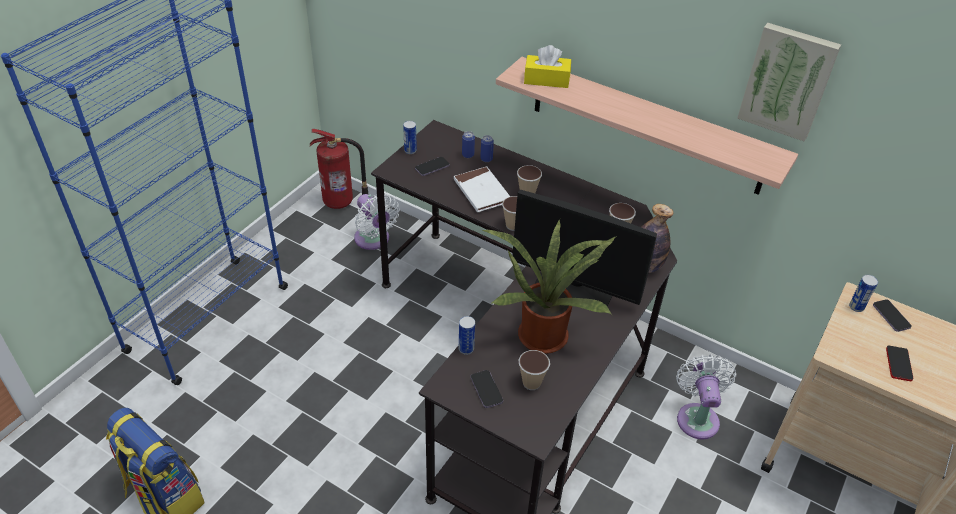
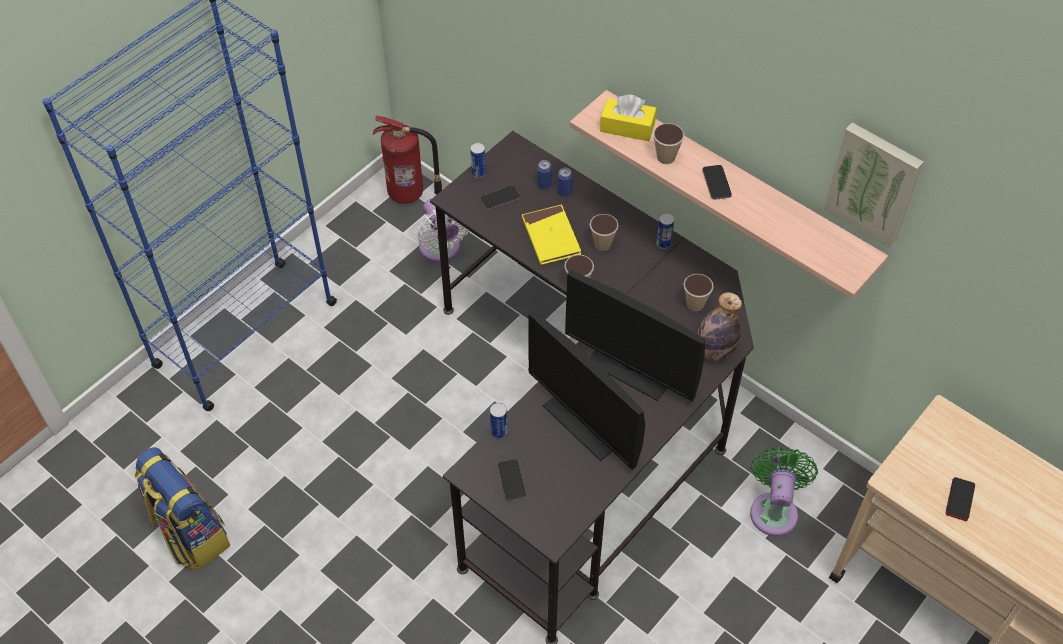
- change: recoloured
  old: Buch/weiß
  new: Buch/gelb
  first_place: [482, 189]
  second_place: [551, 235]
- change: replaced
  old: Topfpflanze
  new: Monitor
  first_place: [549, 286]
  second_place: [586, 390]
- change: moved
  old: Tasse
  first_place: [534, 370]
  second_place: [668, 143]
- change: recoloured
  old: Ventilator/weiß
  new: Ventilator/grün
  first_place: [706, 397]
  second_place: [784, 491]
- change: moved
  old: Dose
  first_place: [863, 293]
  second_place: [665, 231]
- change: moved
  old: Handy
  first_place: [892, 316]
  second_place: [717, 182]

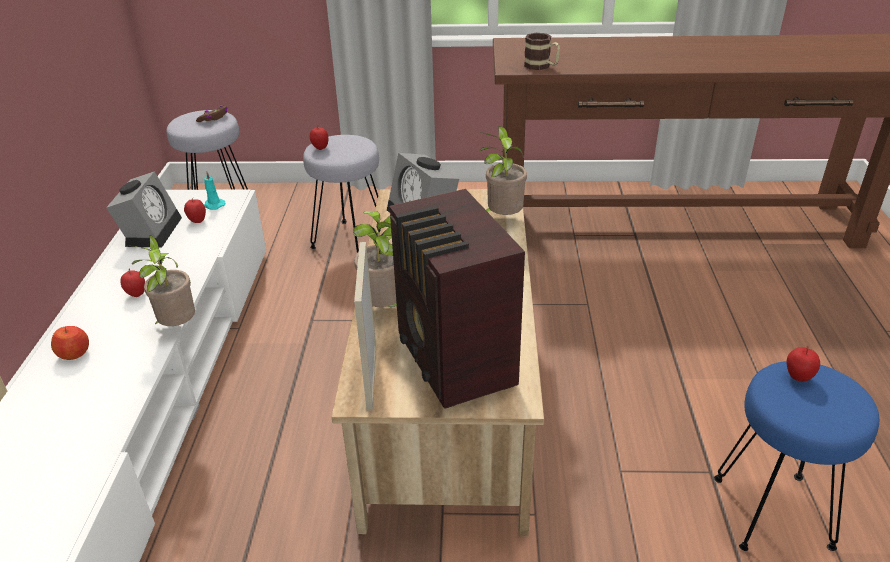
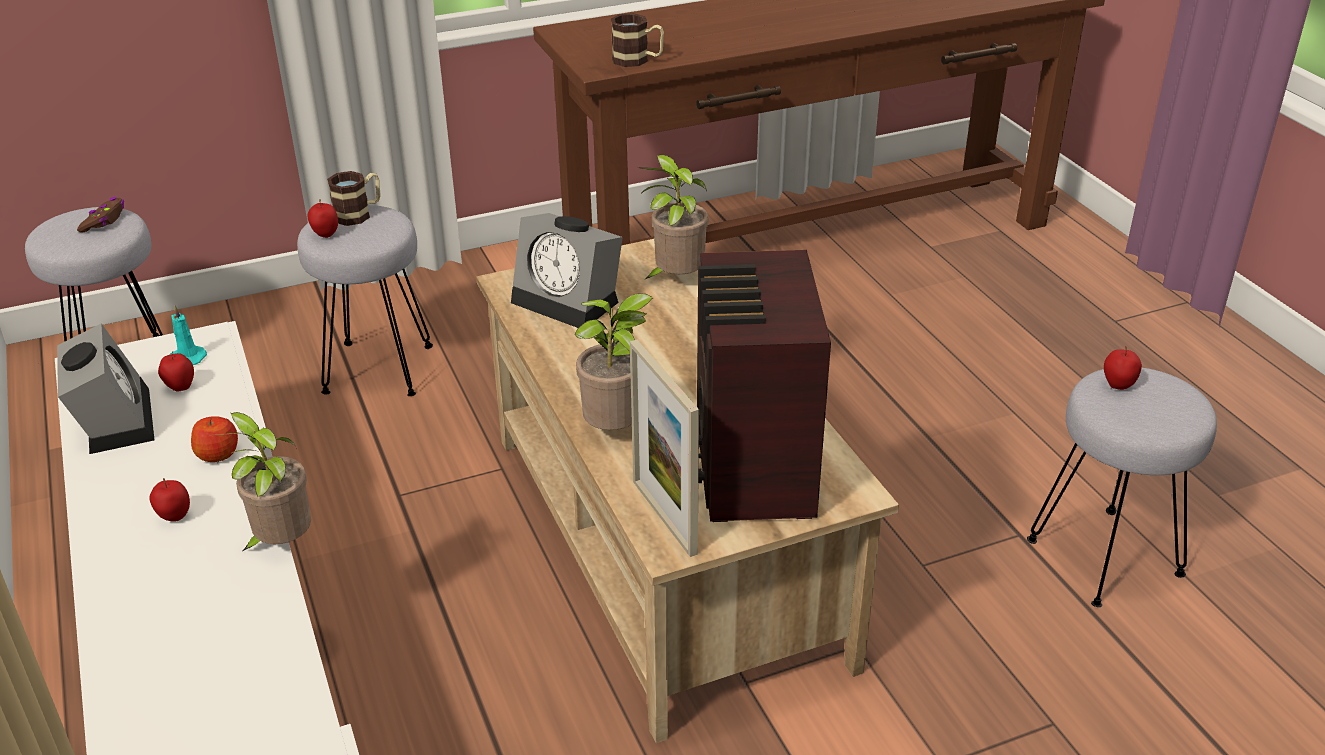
- change: moved
  old: Apfel
  first_place: [70, 343]
  second_place: [214, 439]
- change: turned
  old: Radio
  first_place: [457, 299]
  second_place: [764, 386]
  degrees: 45
- change: recoloured
  old: Hocker/blau
  new: Hocker/grau
  first_place: [796, 456]
  second_place: [1122, 487]
- change: added
  new: Henkelbecher
  second_place: [354, 198]

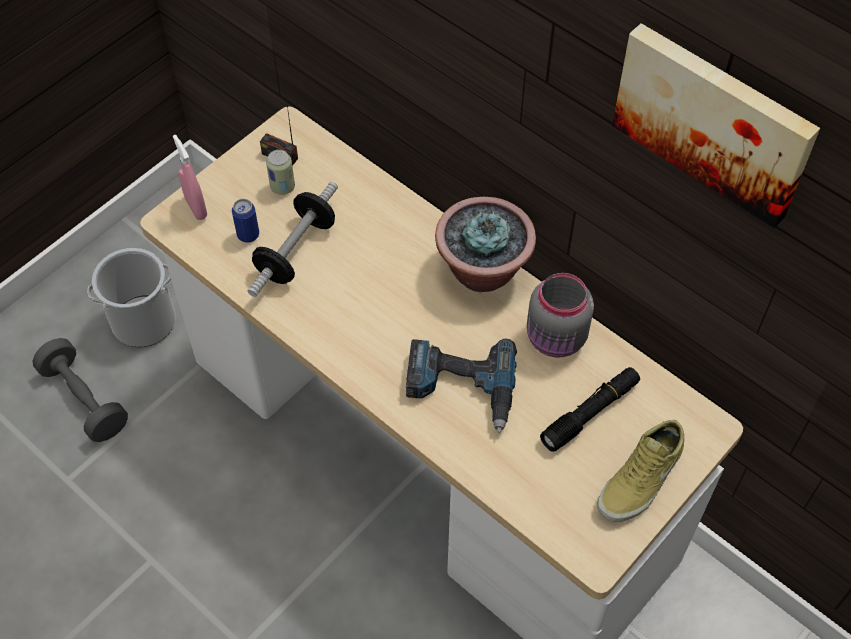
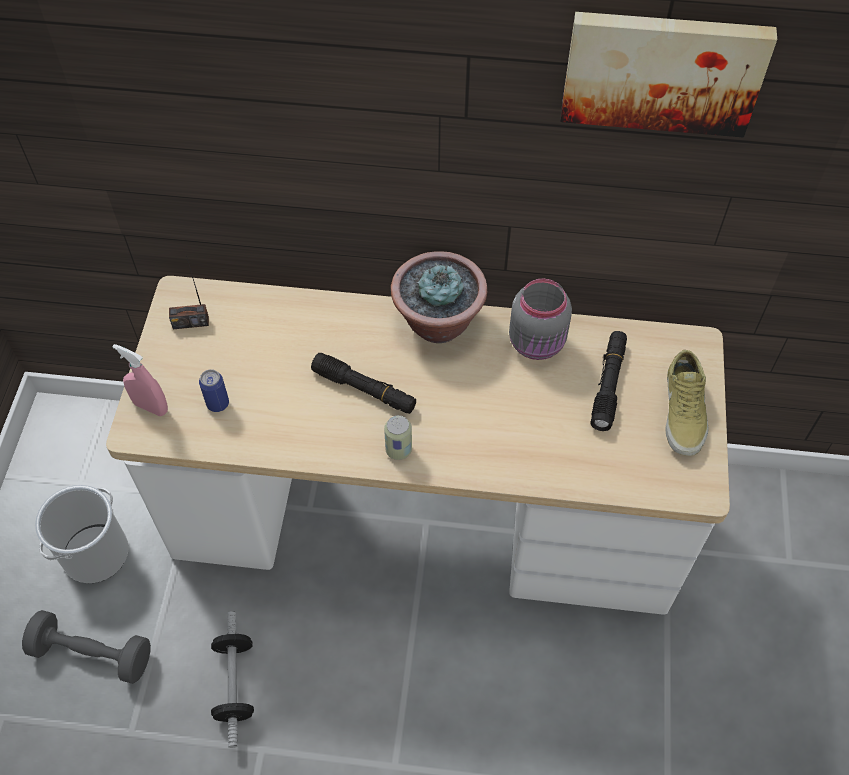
- change: moved
  old: Hantel
  first_place: [292, 239]
  second_place: [232, 679]
- change: moved
  old: Dose
  first_place: [280, 172]
  second_place: [398, 437]
- change: removed
  old: Bohrmaschine
  first_place: [461, 386]
- change: added
  new: Taschenlampe/schwarz
  second_place: [363, 383]

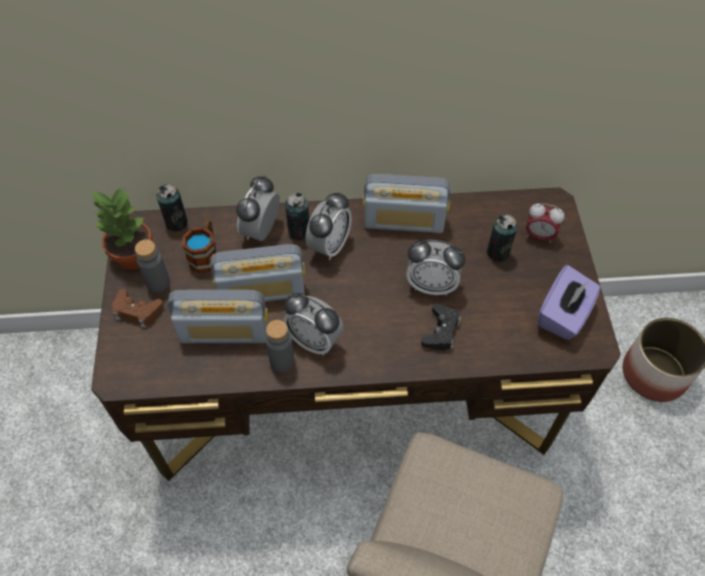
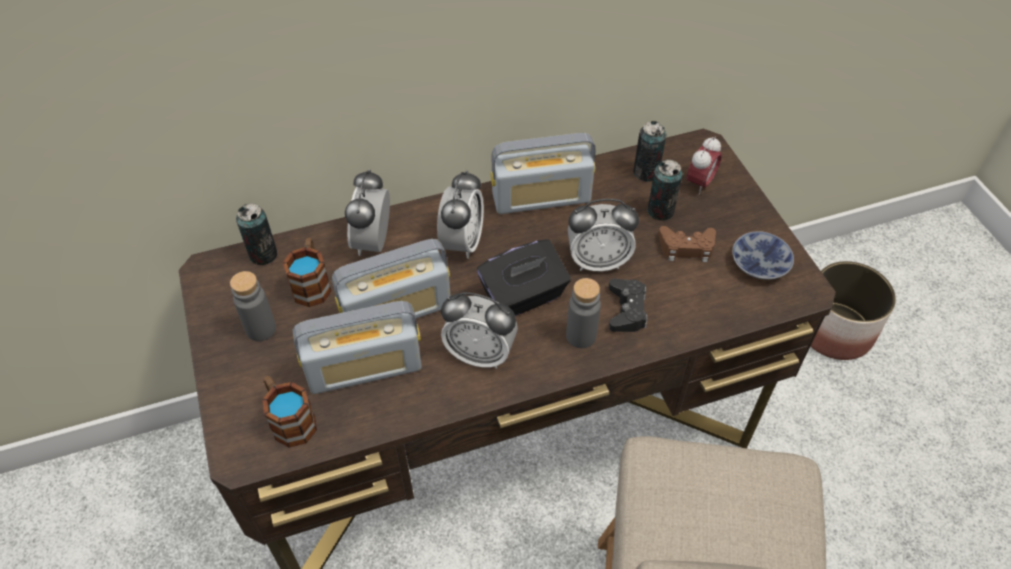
- change: removed
  old: Topfpflanze
  first_place: [121, 228]
- change: moved
  old: Gamepad/braun
  first_place: [138, 308]
  second_place: [687, 244]
- change: moved
  old: Flasche/grau
  first_place: [280, 346]
  second_place: [583, 313]
- change: moved
  old: Dose
  first_place: [297, 217]
  second_place: [649, 151]
- change: turned
  old: Wecker
  first_place: [545, 223]
  second_place: [704, 165]
  degrees: -60
- change: replaced
  old: Taschentuchbox/lila
  new: Schüssel
  first_place: [569, 302]
  second_place: [763, 255]
- change: added
  new: Henkelbecher
  second_place: [289, 411]
- change: added
  new: Taschentuchbox/schwarz
  second_place: [524, 277]

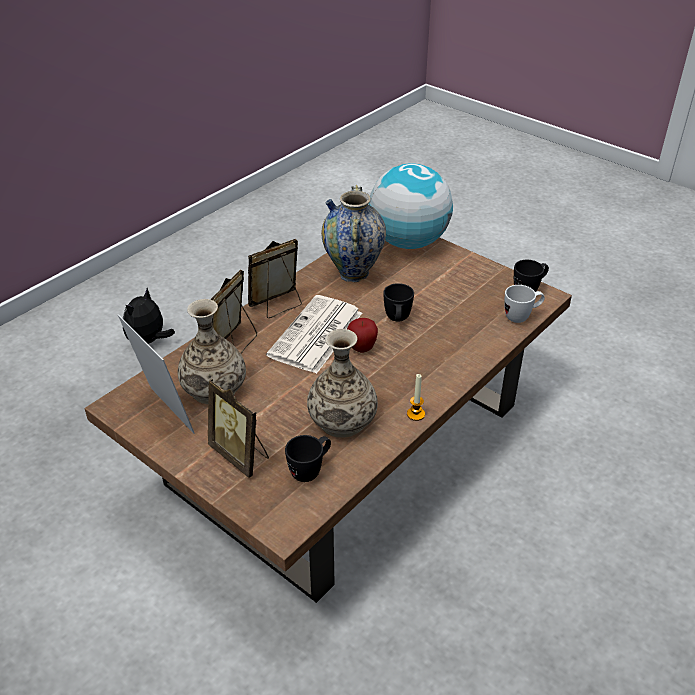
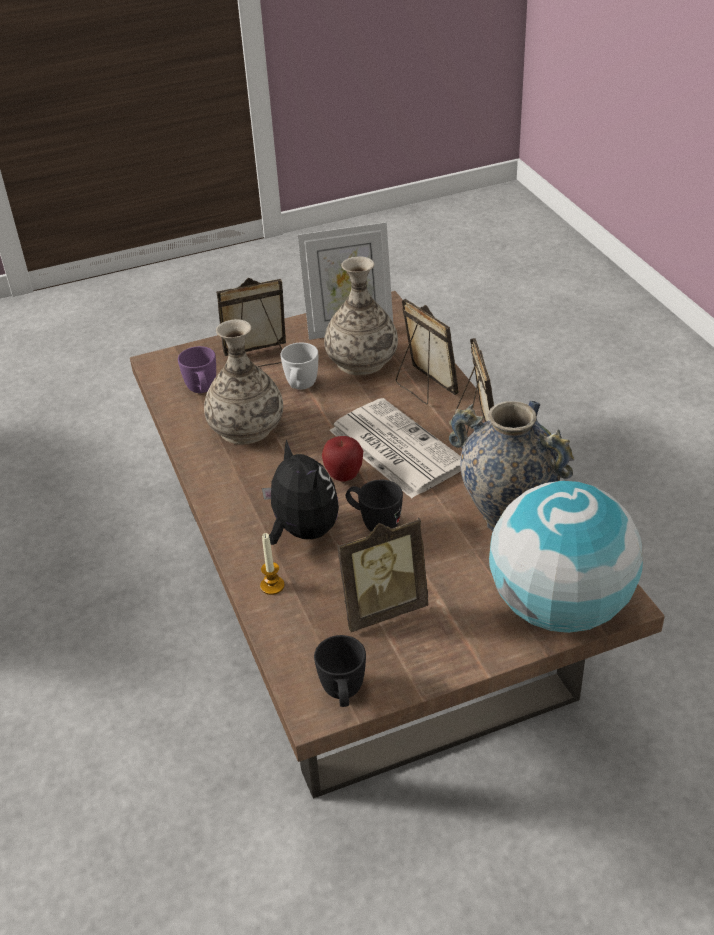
- change: moved
  old: Plüschtier
  first_place: [149, 316]
  second_place: [300, 492]
- change: recoloured
  old: Henkelbecher/schwarz
  new: Henkelbecher/lila
  first_place: [308, 458]
  second_place: [197, 369]
- change: moved
  old: Kerze
  first_place: [416, 397]
  second_place: [272, 564]
- change: moved
  old: Henkelbecher/weiß
  first_place: [524, 304]
  second_place: [299, 366]
- change: added
  new: Bilderrahmen
  second_place: [383, 575]

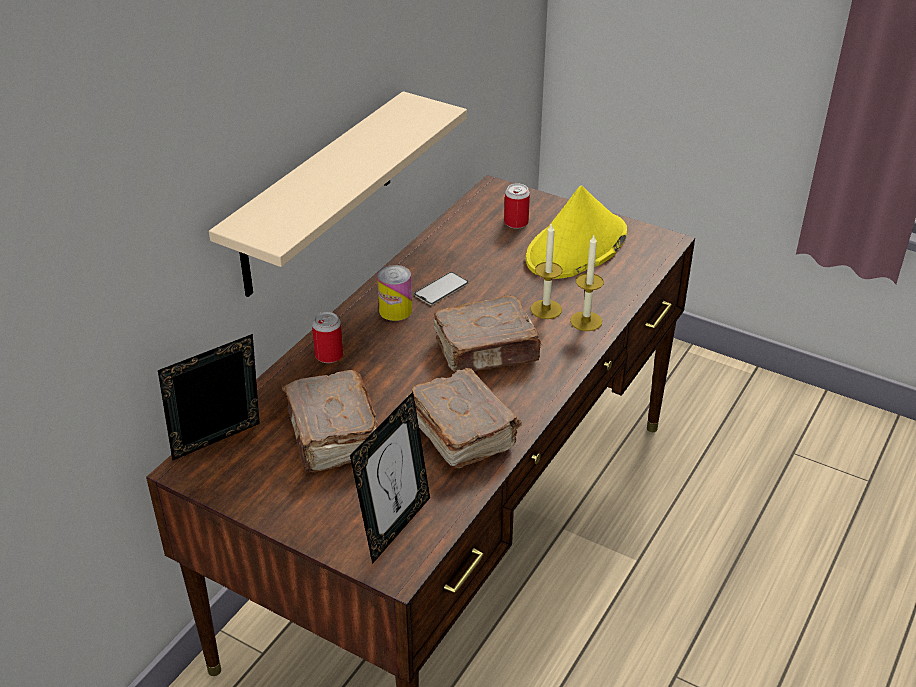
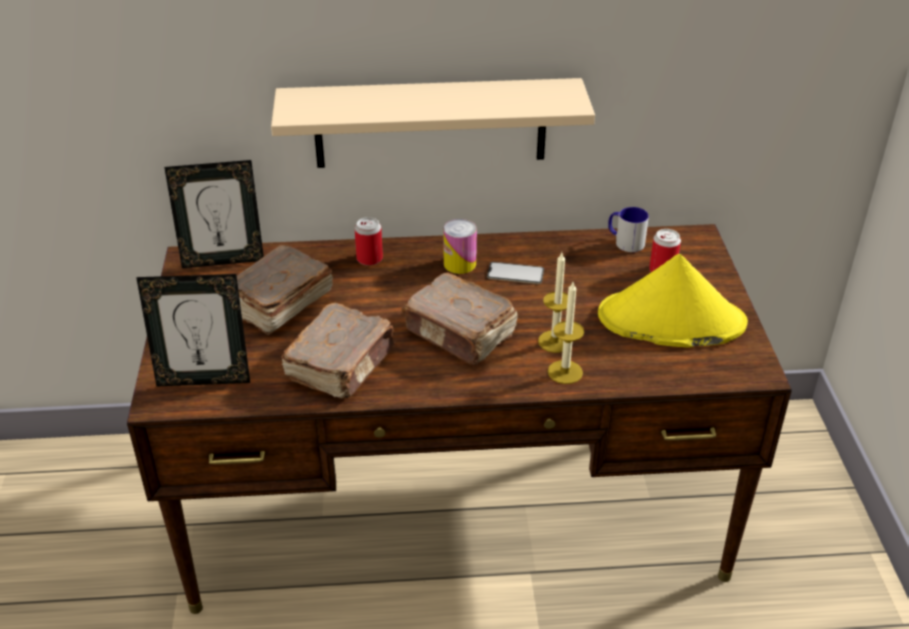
- change: turned
  old: Bilderrahmen
  first_place: [209, 397]
  second_place: [214, 214]
  degrees: 150
- change: added
  new: Henkelbecher
  second_place: [628, 229]

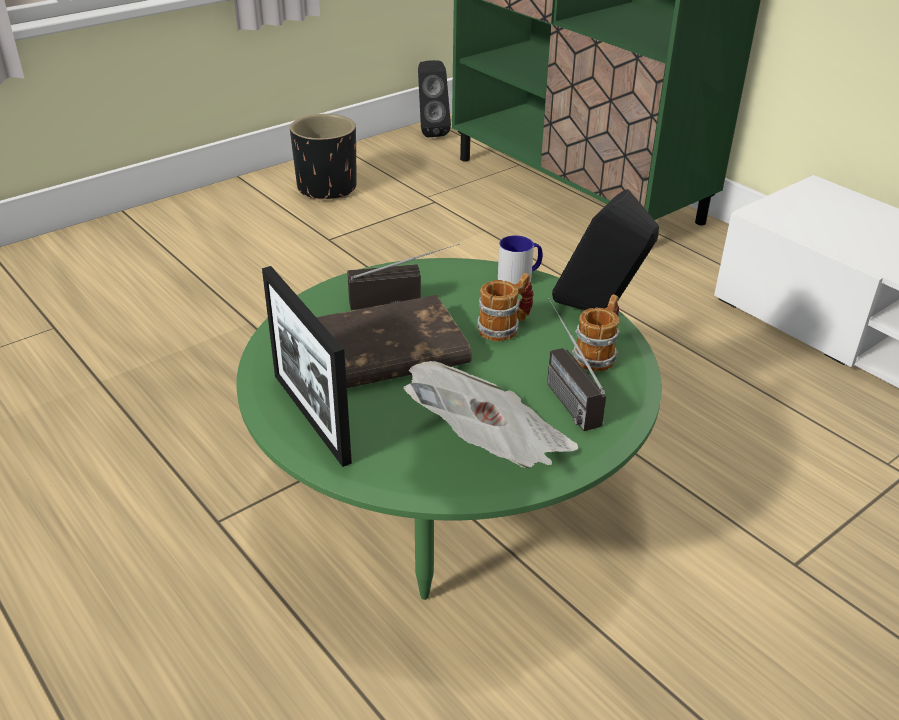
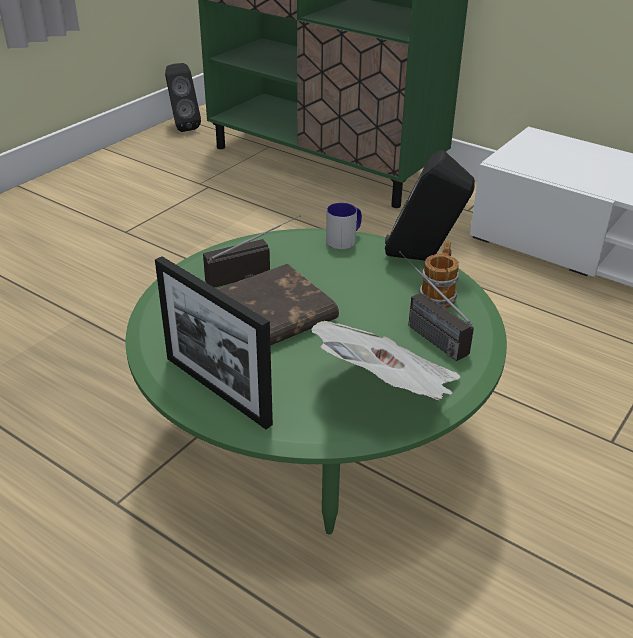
- change: removed
  old: Pflanzkübel/schwarz
  first_place: [323, 156]
- change: removed
  old: Henkelbecher
  first_place: [505, 307]

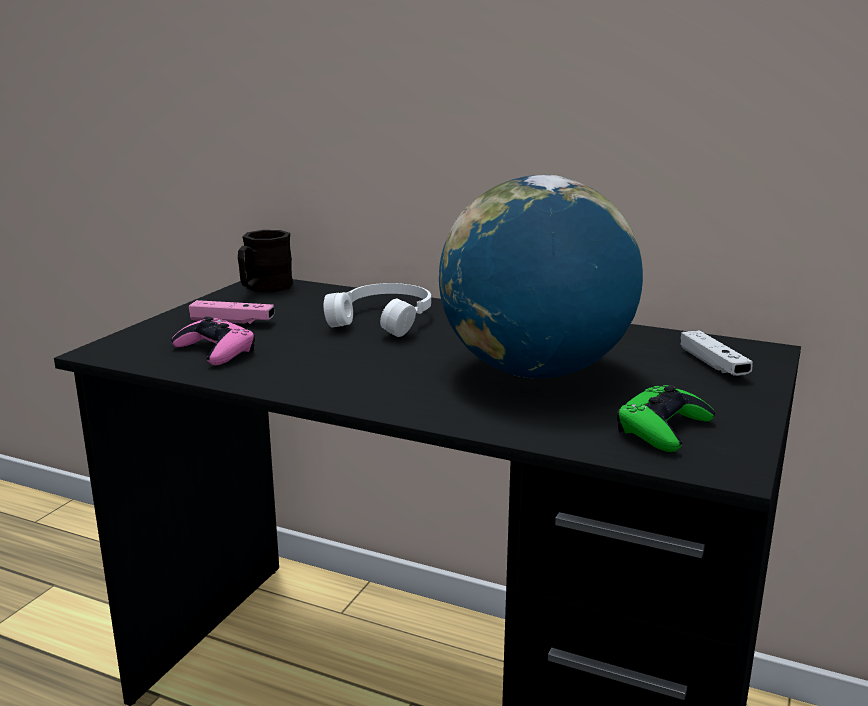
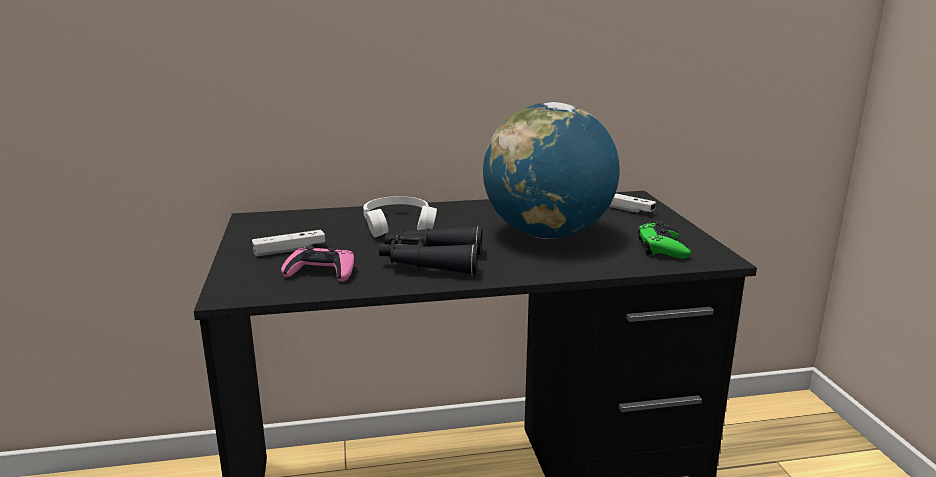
- change: recoloured
  old: Gamepad/rosa
  new: Gamepad/weiß
  first_place: [231, 312]
  second_place: [289, 243]
- change: removed
  old: Henkelbecher/schwarz
  first_place: [265, 261]
- change: added
  new: Fernglas/schwarz
  second_place: [430, 250]

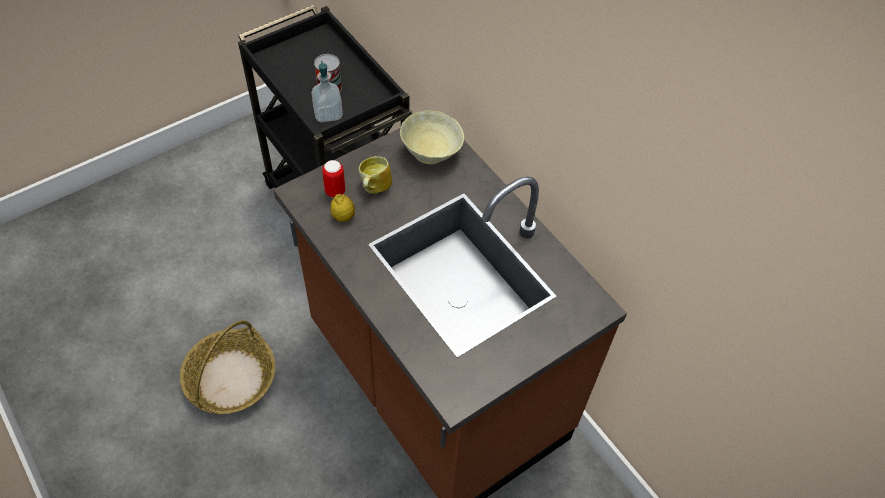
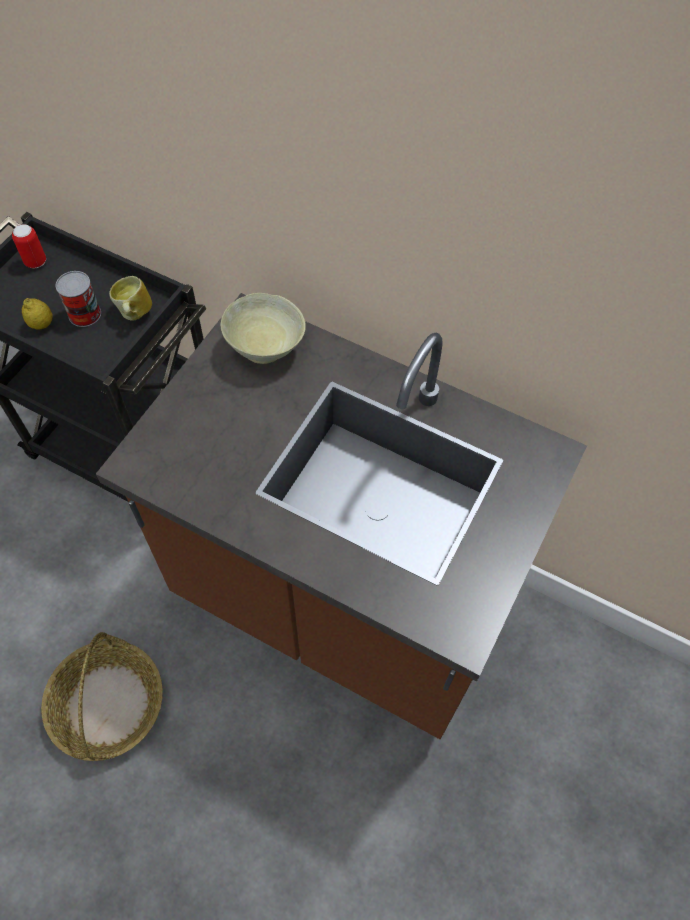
- change: removed
  old: Seifenspender
  first_place: [327, 91]
- change: moved
  old: Dose
  first_place: [333, 179]
  second_place: [29, 246]
- change: moved
  old: Zitrone
  first_place: [342, 208]
  second_place: [37, 314]
- change: moved
  old: Henkelbecher
  first_place: [375, 175]
  second_place: [130, 298]

